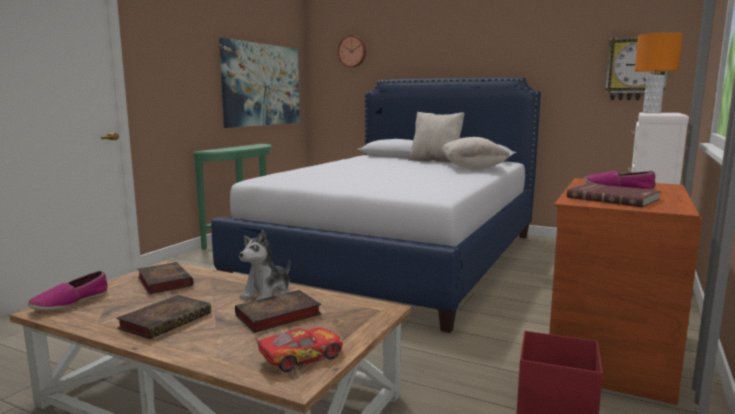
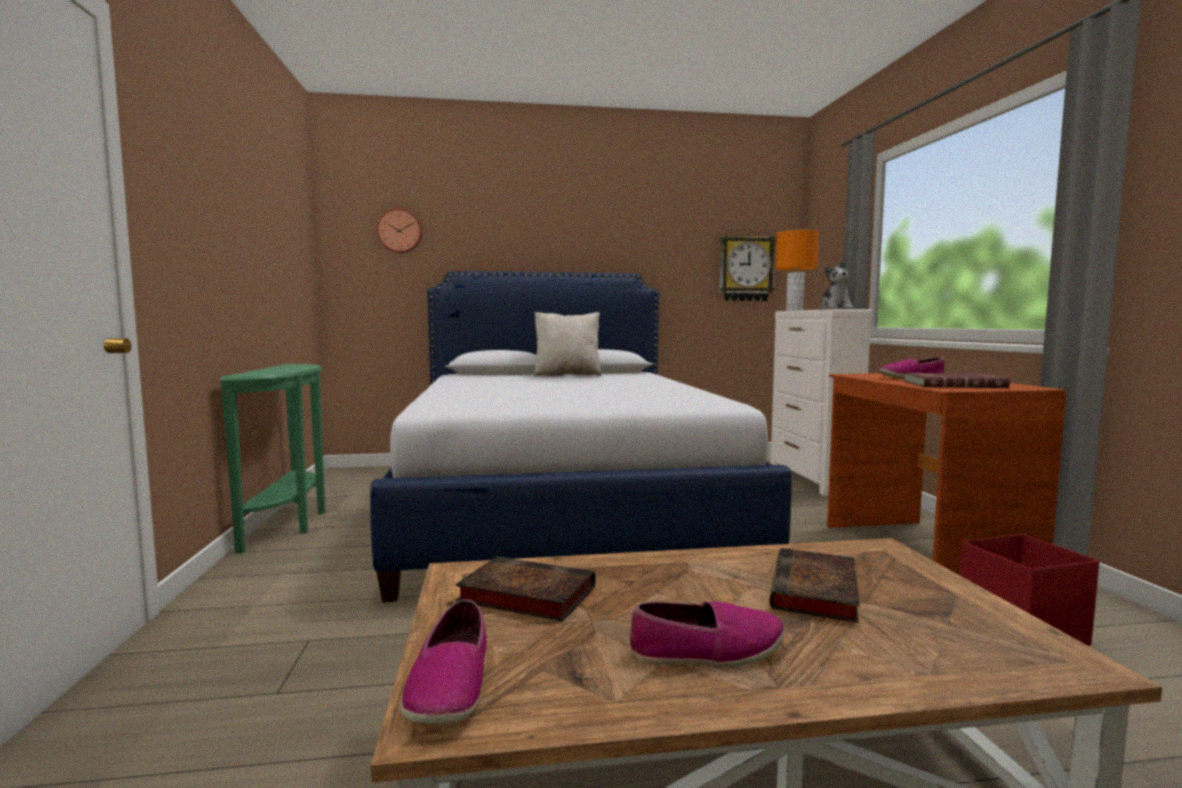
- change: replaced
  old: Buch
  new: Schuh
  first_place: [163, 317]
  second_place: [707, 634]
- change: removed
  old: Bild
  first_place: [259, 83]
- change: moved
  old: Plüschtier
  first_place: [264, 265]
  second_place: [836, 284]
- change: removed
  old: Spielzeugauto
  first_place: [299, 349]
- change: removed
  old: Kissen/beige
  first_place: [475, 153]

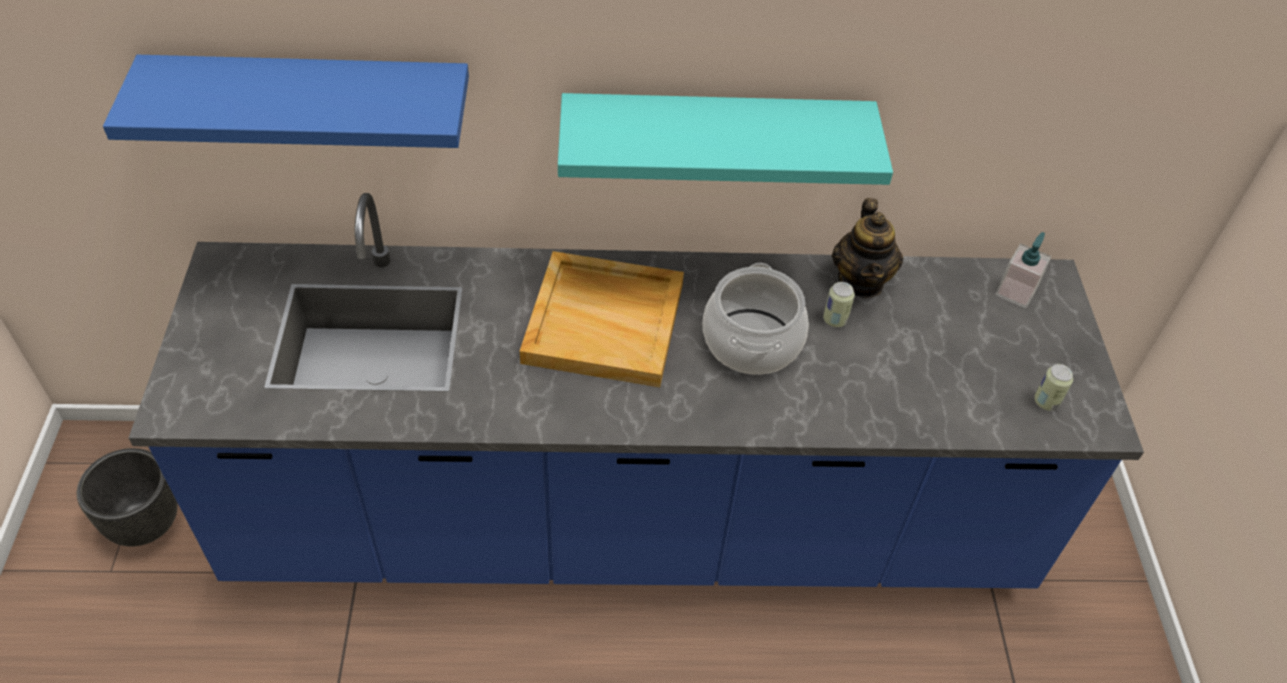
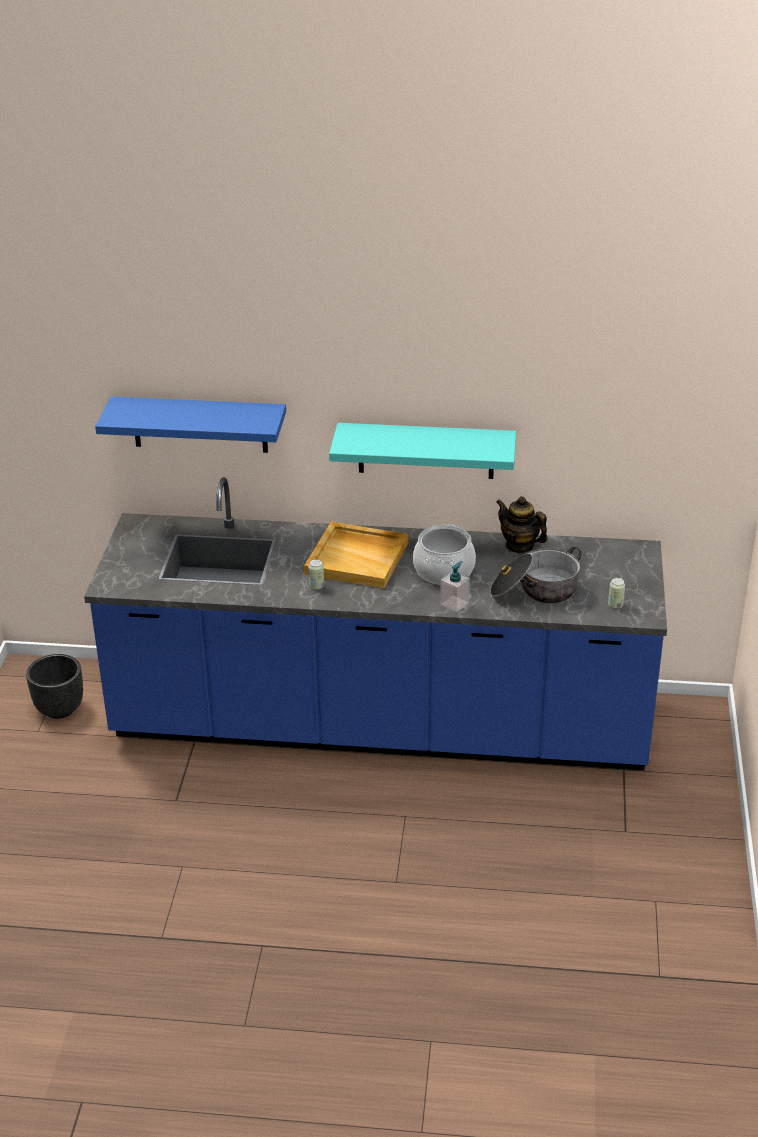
- change: moved
  old: Dose
  first_place: [839, 304]
  second_place: [316, 574]
- change: turned
  old: Teekanne
  first_place: [867, 248]
  second_place: [522, 524]
  degrees: 120
- change: moved
  old: Seifenspender
  first_place: [1023, 270]
  second_place: [455, 586]
- change: added
  new: Kochtopf
  second_place: [535, 575]

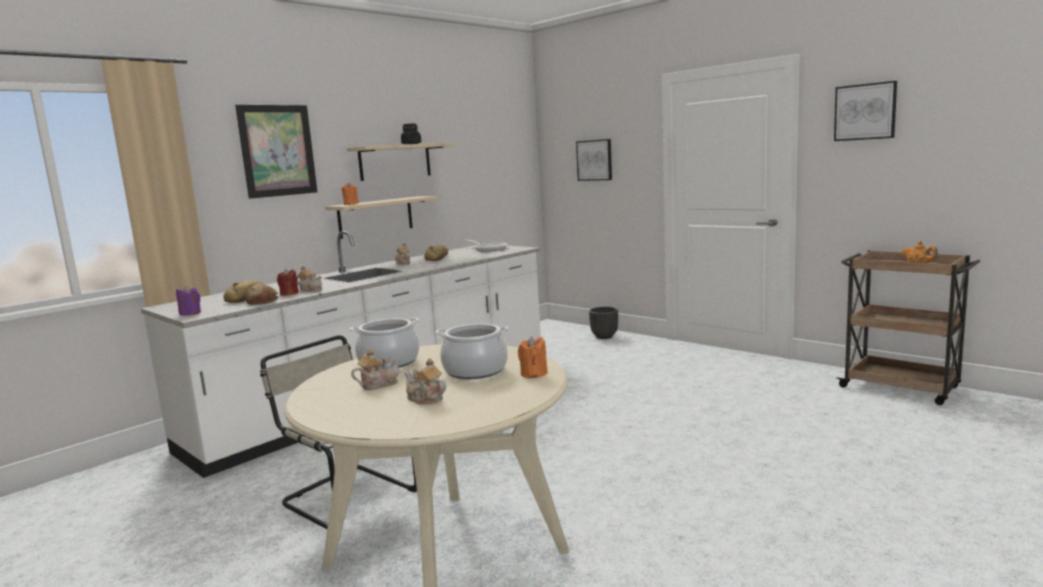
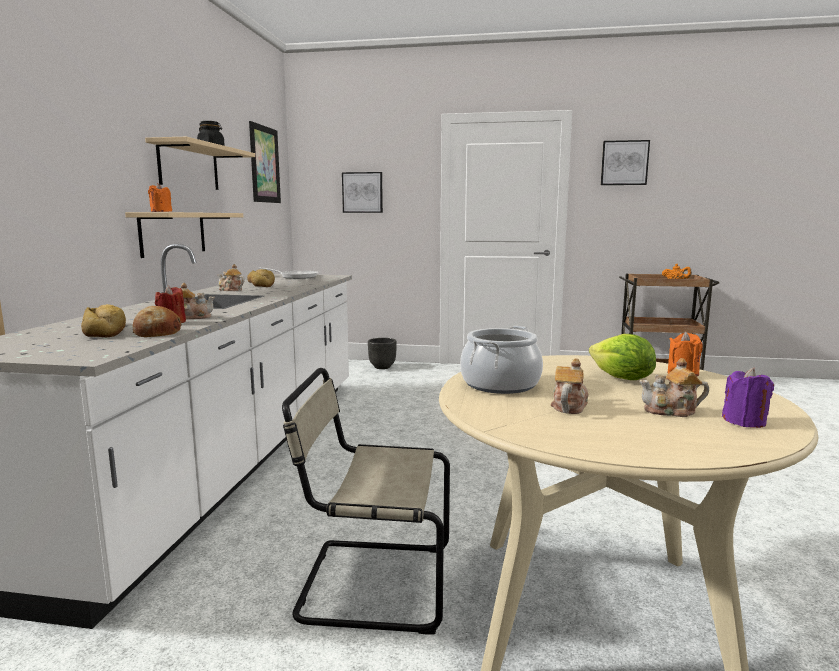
- change: moved
  old: Kerze/lila
  first_place: [188, 301]
  second_place: [748, 398]
- change: moved
  old: Bild
  first_place: [276, 152]
  second_place: [265, 162]
- change: replaced
  old: Kochtopf
  new: Salatkopf
  first_place: [472, 351]
  second_place: [622, 357]

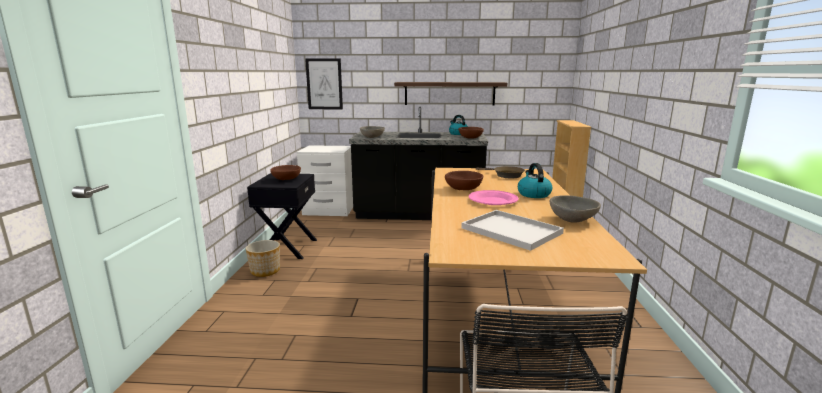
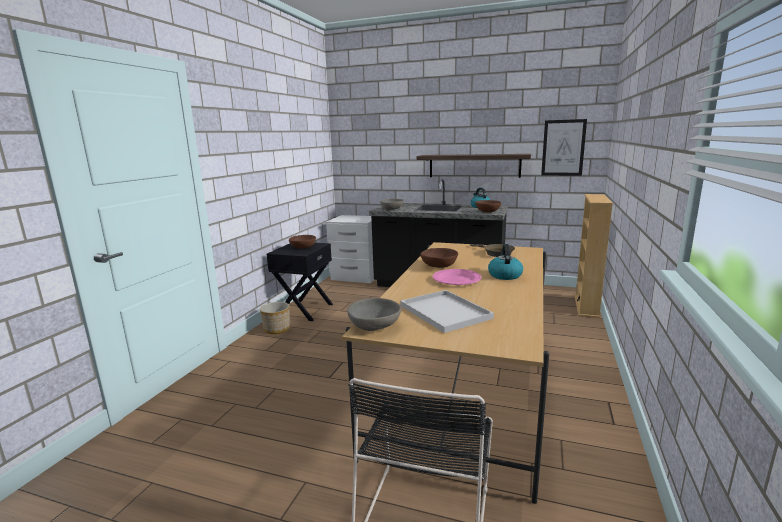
- change: moved
  old: Bild
  first_place: [324, 83]
  second_place: [564, 147]
- change: moved
  old: Schüssel/grau
  first_place: [575, 209]
  second_place: [374, 314]

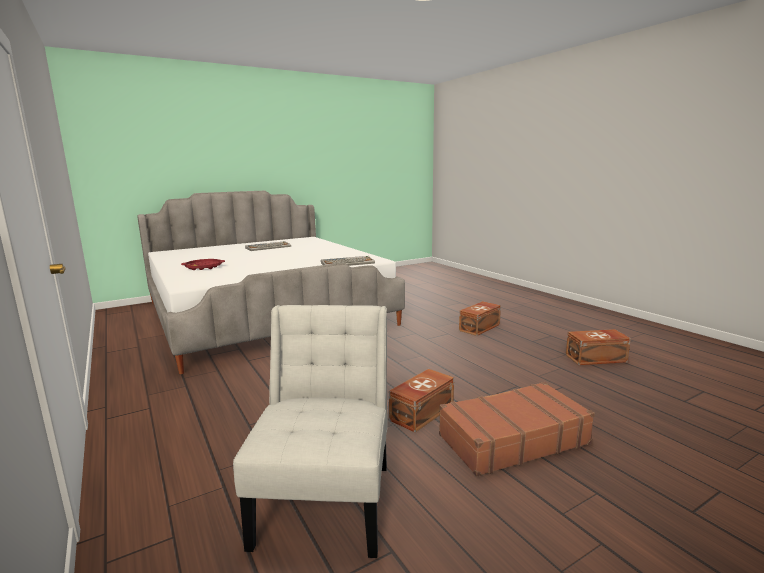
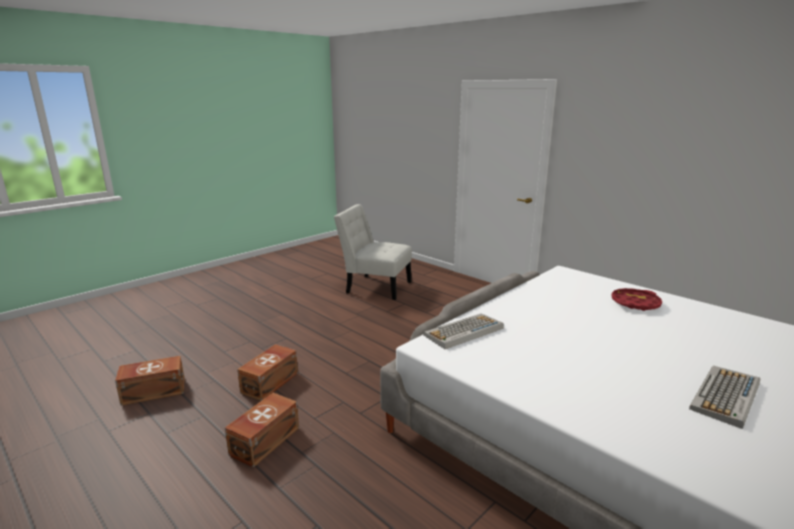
- change: turned
  old: Stuhl/weiß
  first_place: [310, 431]
  second_place: [373, 252]
  degrees: 120
- change: moved
  old: Aufbewahrungsbox/braun
  first_place: [421, 400]
  second_place: [267, 372]
- change: removed
  old: Koffer/braun
  first_place: [517, 429]

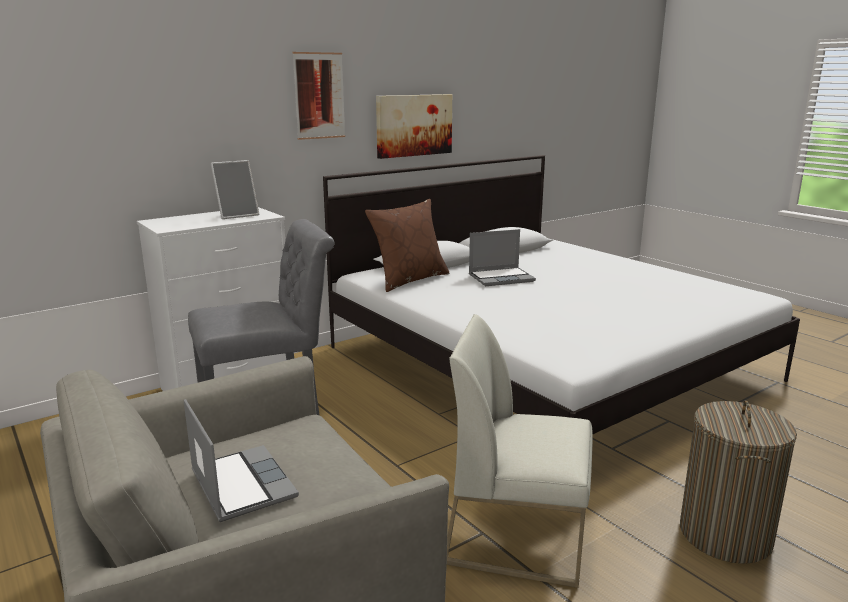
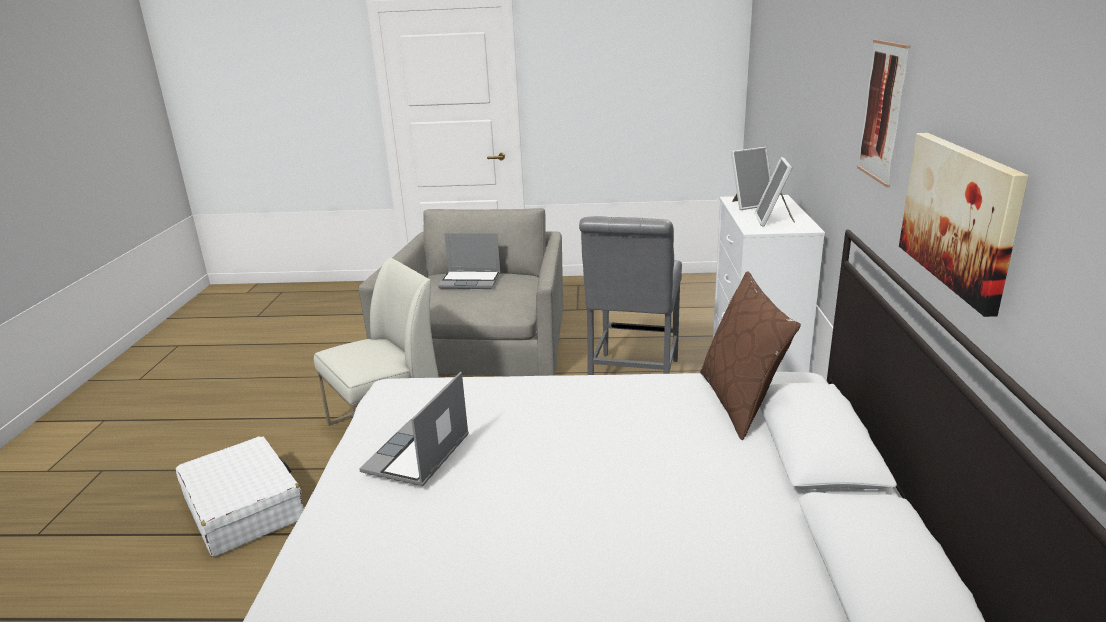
- change: moved
  old: Laptop
  first_place: [502, 257]
  second_place: [414, 429]
- change: replaced
  old: Wäschekorb
  new: Koffer/weiß
  first_place: [738, 482]
  second_place: [240, 496]
- change: added
  new: Bilderrahmen
  second_place: [751, 178]

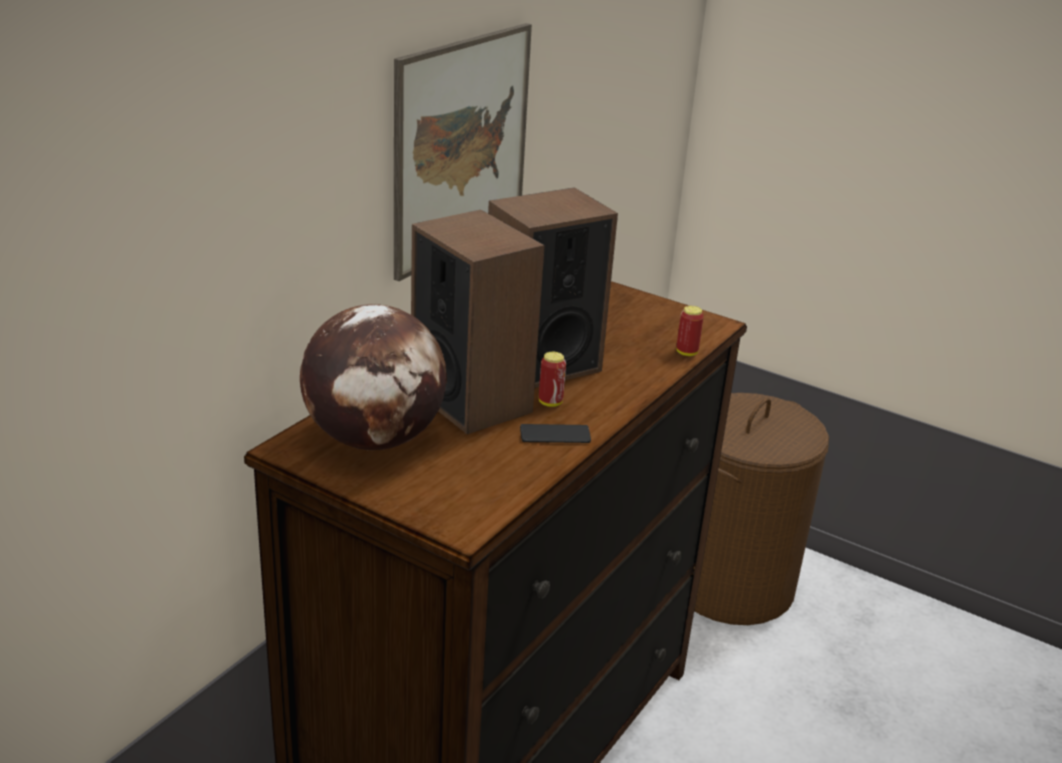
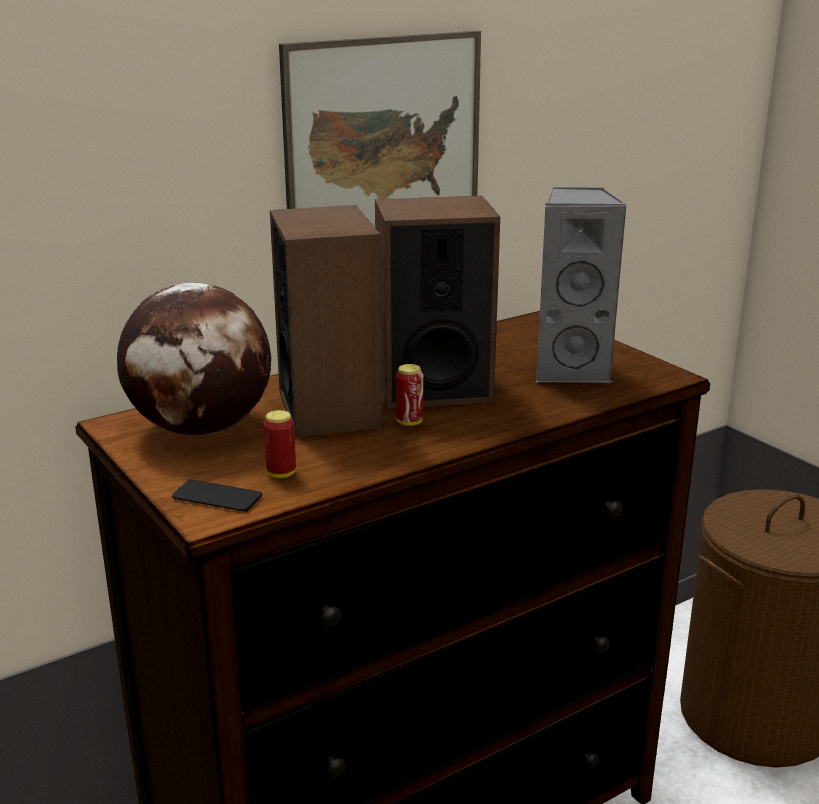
- change: moved
  old: Handy
  first_place: [555, 433]
  second_place: [217, 495]
- change: moved
  old: Dose
  first_place: [690, 331]
  second_place: [279, 444]
- change: added
  new: Lautsprecher/grau
  second_place: [581, 286]

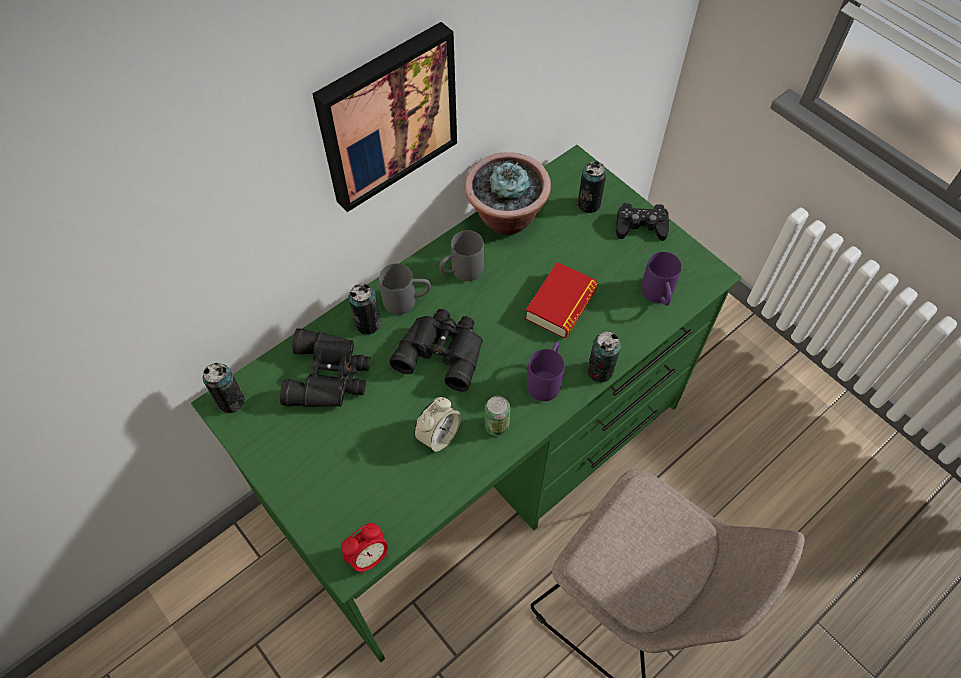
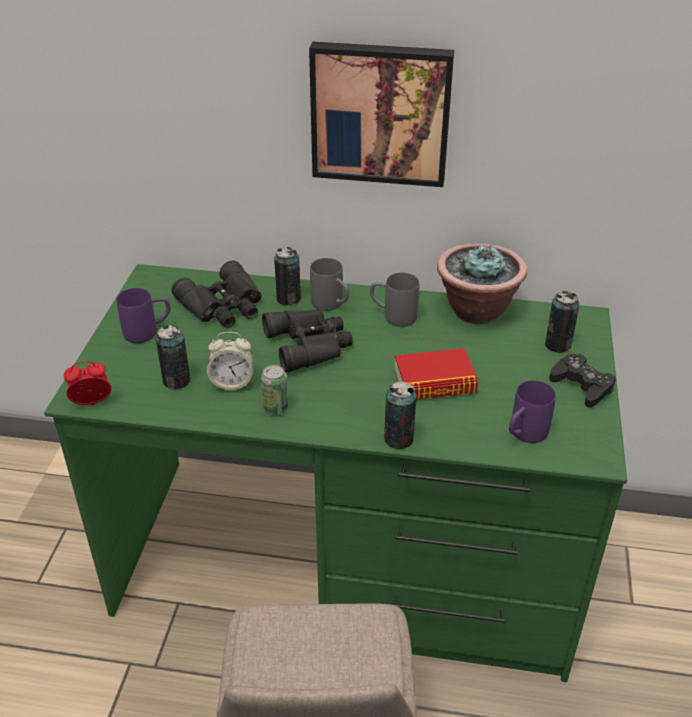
- change: moved
  old: Dose
  first_place: [224, 387]
  second_place: [173, 357]
- change: turned
  old: Wecker
  first_place: [364, 549]
  second_place: [87, 383]
  degrees: 150
- change: moved
  old: Henkelbecher/lila
  first_place: [546, 371]
  second_place: [143, 315]

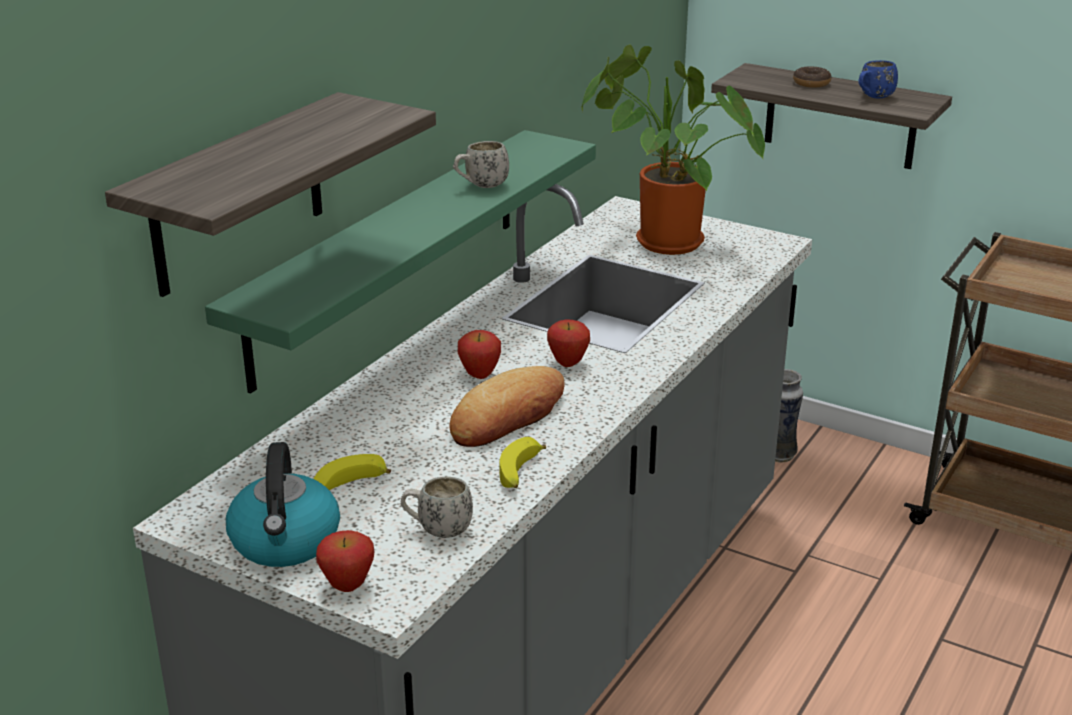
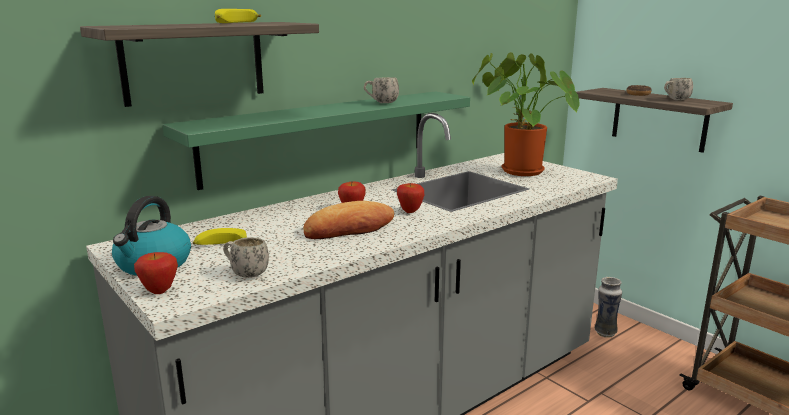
- change: moved
  old: Banane
  first_place: [522, 462]
  second_place: [238, 16]
- change: recoloured
  old: Henkelbecher/blau
  new: Henkelbecher/weiß
  first_place: [878, 79]
  second_place: [678, 89]

